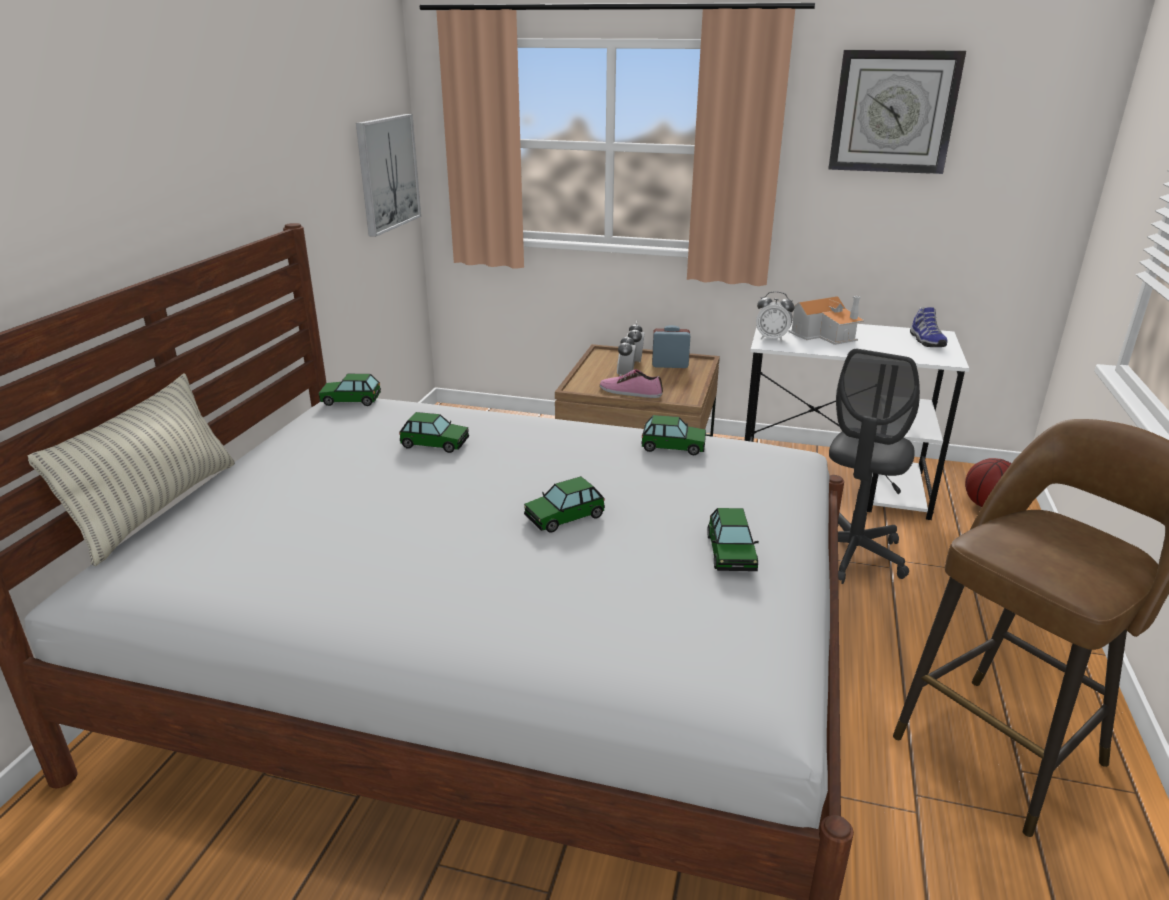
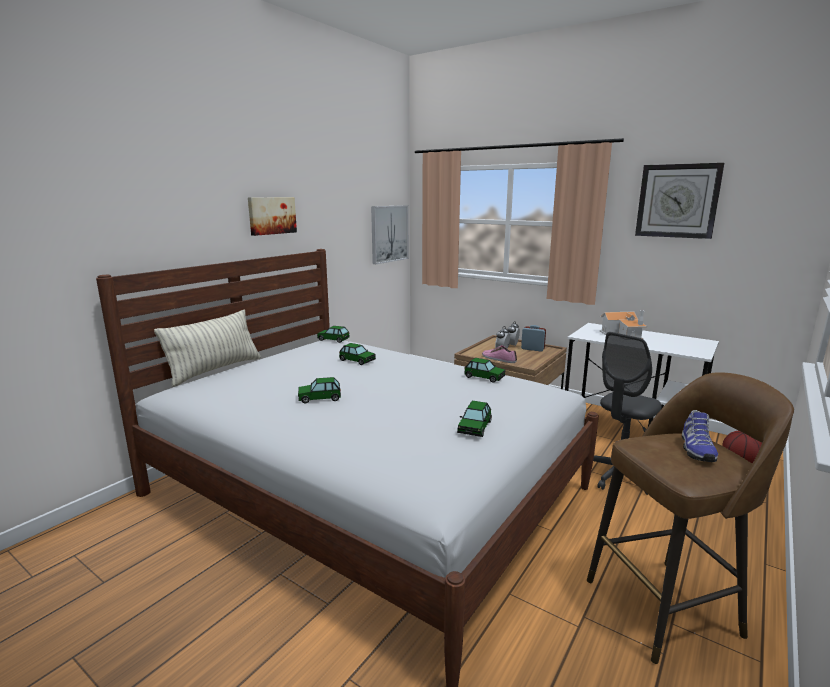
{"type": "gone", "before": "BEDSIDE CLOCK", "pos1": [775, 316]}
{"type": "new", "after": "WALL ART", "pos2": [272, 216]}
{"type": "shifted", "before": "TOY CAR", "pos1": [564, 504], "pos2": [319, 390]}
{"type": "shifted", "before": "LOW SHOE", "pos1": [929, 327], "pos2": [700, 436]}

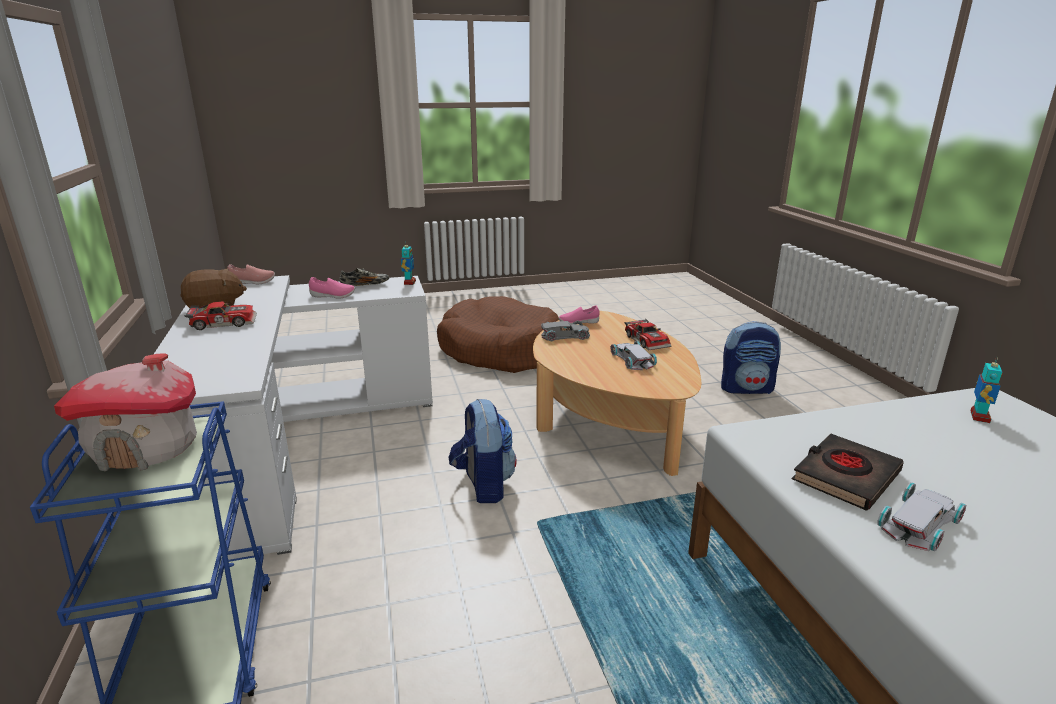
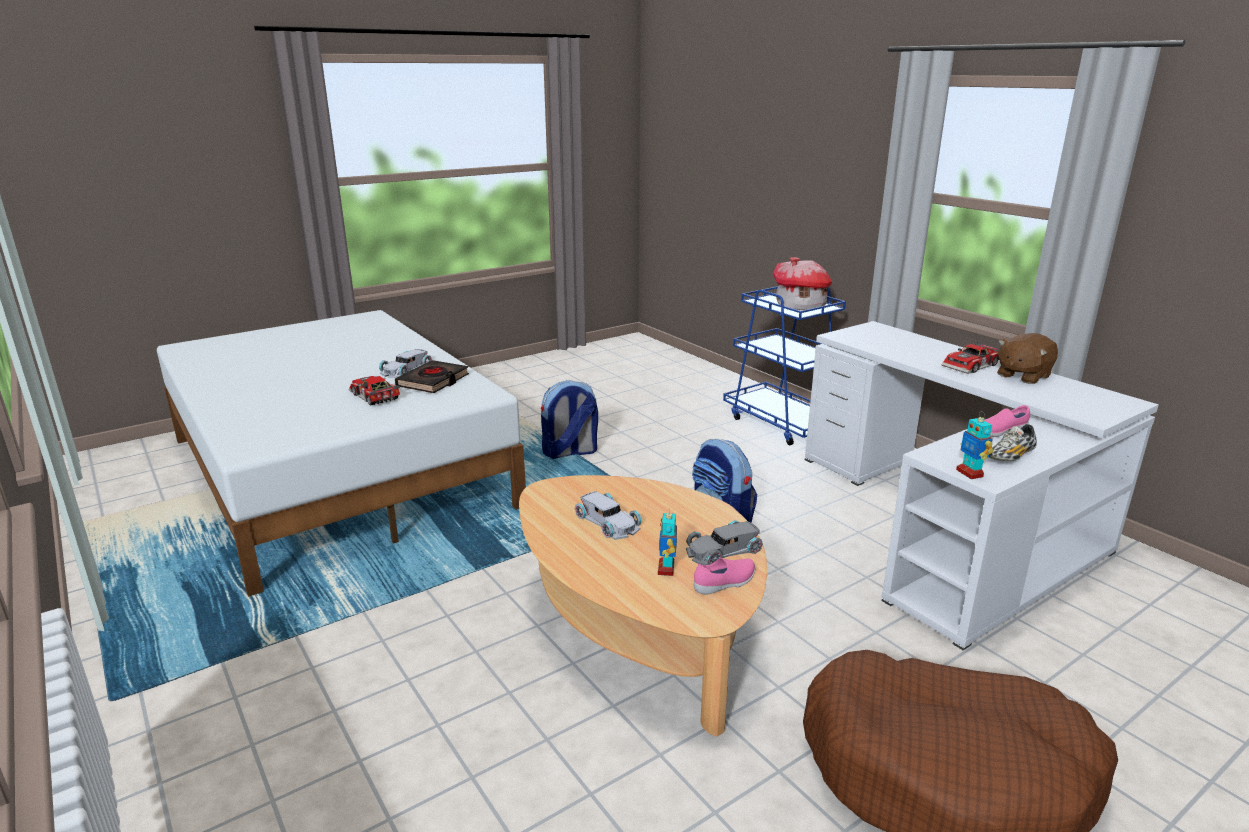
{"type": "gone", "before": "PINK LOW SHOE", "pos1": [251, 274]}
{"type": "shifted", "before": "TOY CAR", "pos1": [648, 334], "pos2": [374, 390]}
{"type": "shifted", "before": "KNAPSACK", "pos1": [751, 357], "pos2": [569, 419]}
{"type": "shifted", "before": "MODEL ROBOT", "pos1": [986, 391], "pos2": [667, 541]}

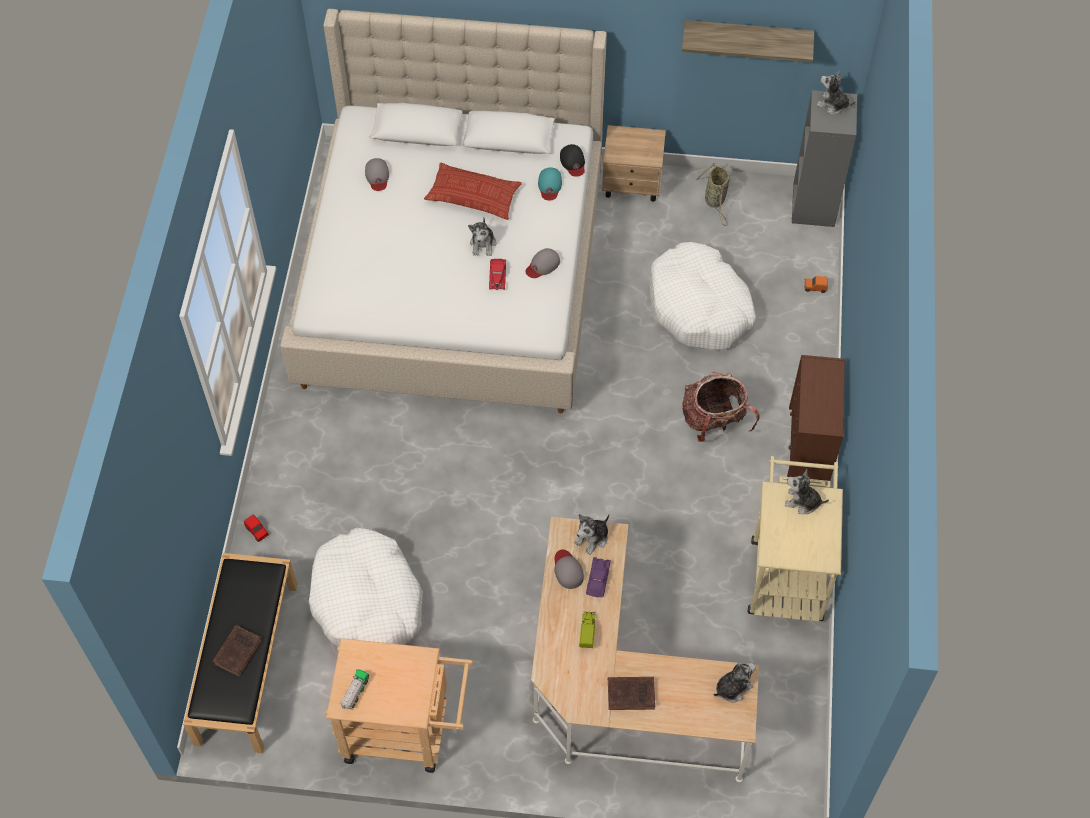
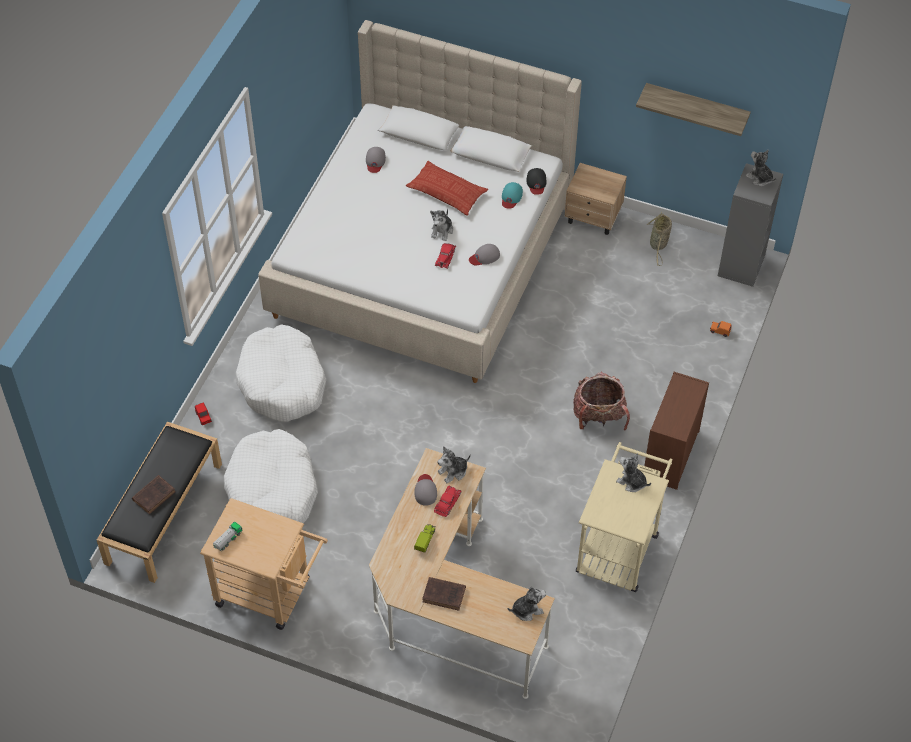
{"type": "shifted", "before": "WHITISH DOG CUSHION", "pos1": [703, 296], "pos2": [281, 373]}
{"type": "repainted", "before": "PURPLISH TOY CAR", "after": "RED TOY CAR", "pos1": [598, 577], "pos2": [447, 501]}

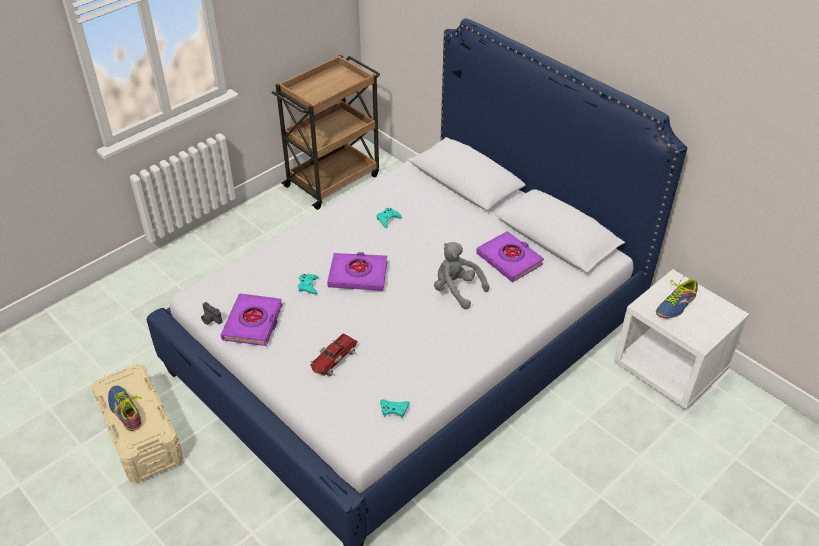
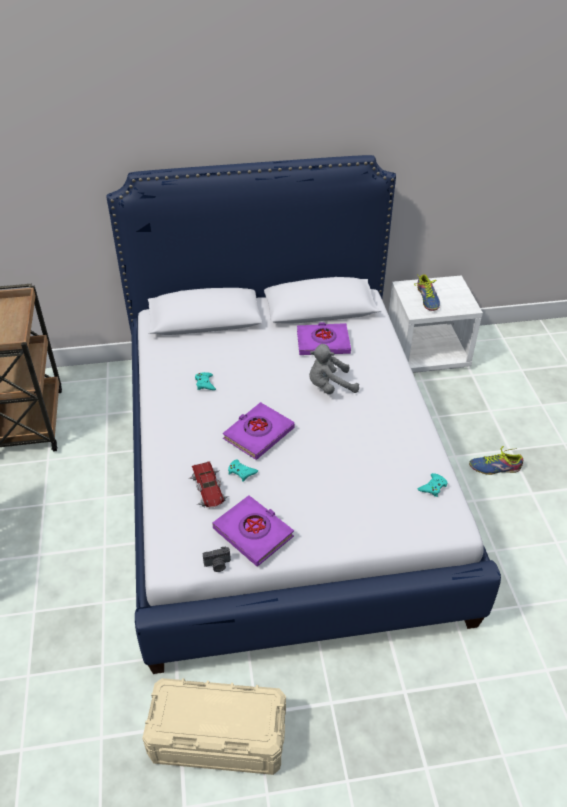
{"type": "shifted", "before": "LOW SHOE", "pos1": [125, 408], "pos2": [496, 460]}
{"type": "shifted", "before": "TOY CAR", "pos1": [334, 354], "pos2": [208, 484]}

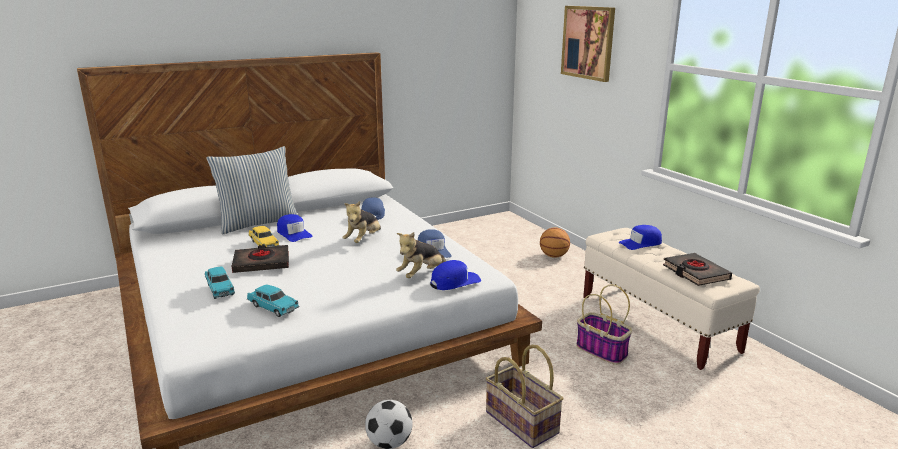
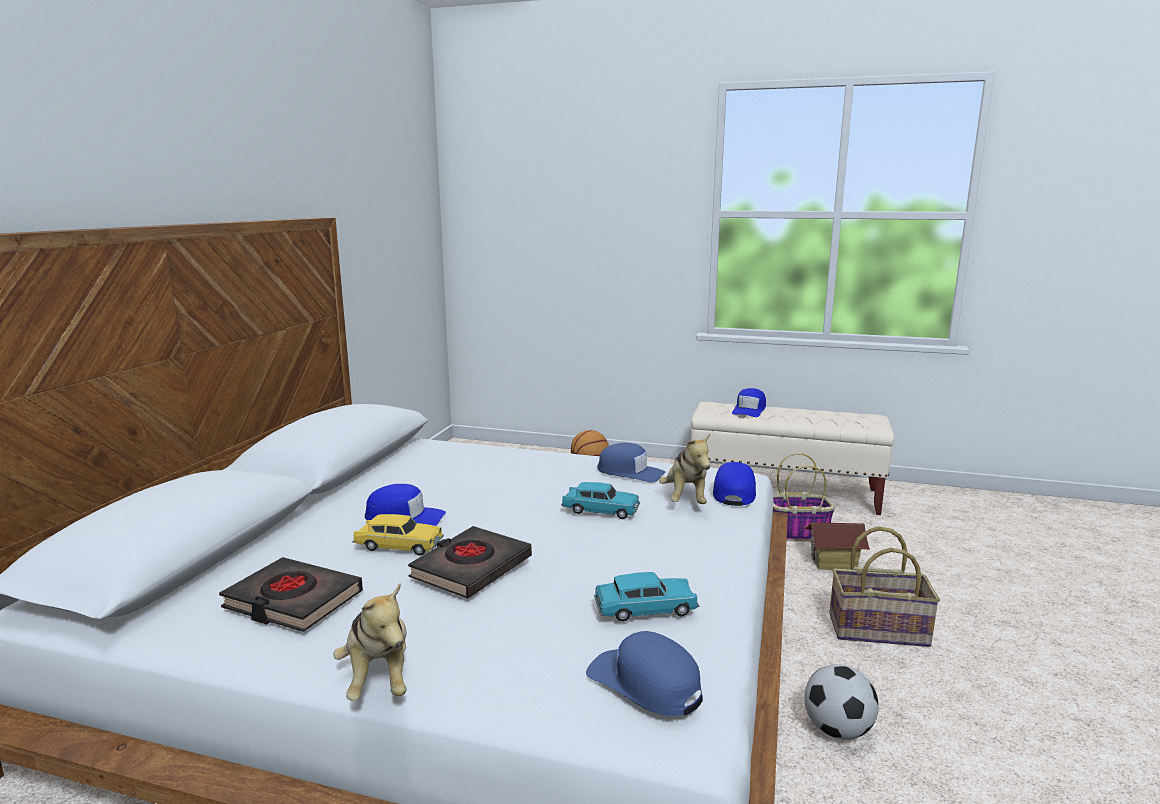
{"type": "gone", "before": "CUSHION", "pos1": [252, 190]}
{"type": "gone", "before": "WALL ART", "pos1": [588, 44]}
{"type": "new", "after": "MODEL HOUSE", "pos2": [837, 546]}
{"type": "shifted", "before": "BLUE-GREEN TOY CAR", "pos1": [220, 282], "pos2": [600, 500]}
{"type": "shifted", "before": "PLUSH TOY", "pos1": [361, 222], "pos2": [370, 642]}
{"type": "shifted", "before": "BLUISH CAP", "pos1": [373, 208], "pos2": [644, 673]}
{"type": "shifted", "before": "BLACKISH BOOK", "pos1": [697, 269], "pos2": [291, 594]}

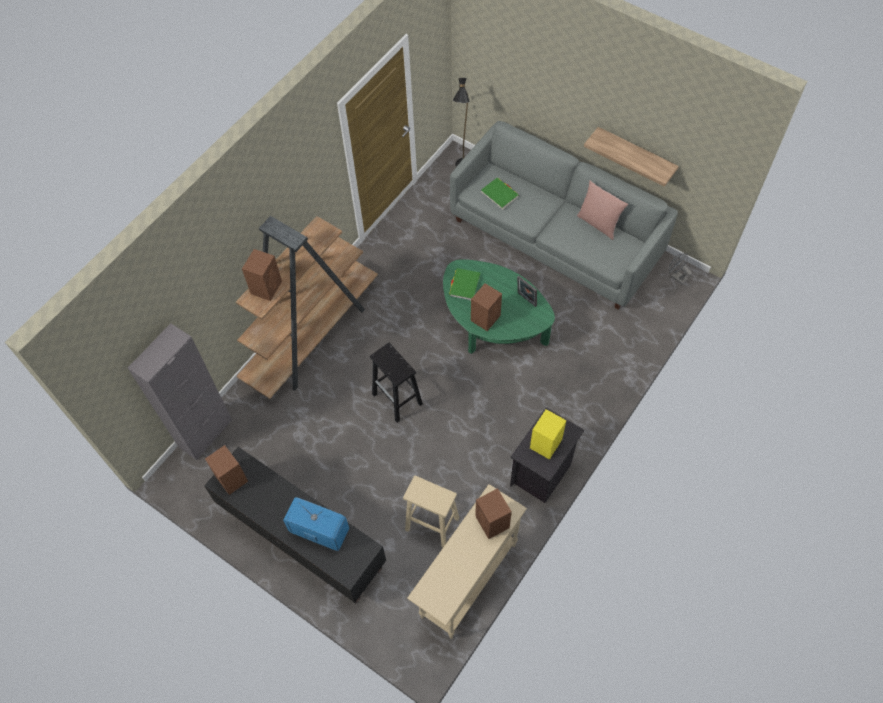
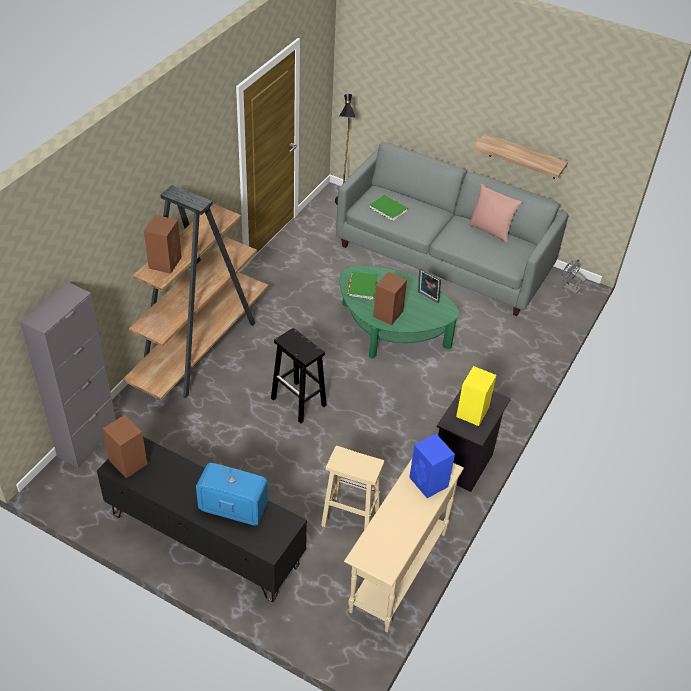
{"type": "repainted", "before": "BROWN SPEAKER", "after": "BLUISH SPEAKER", "pos1": [493, 513], "pos2": [432, 466]}

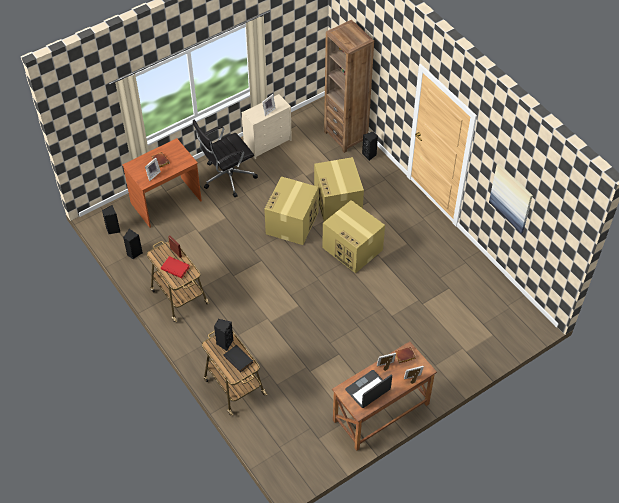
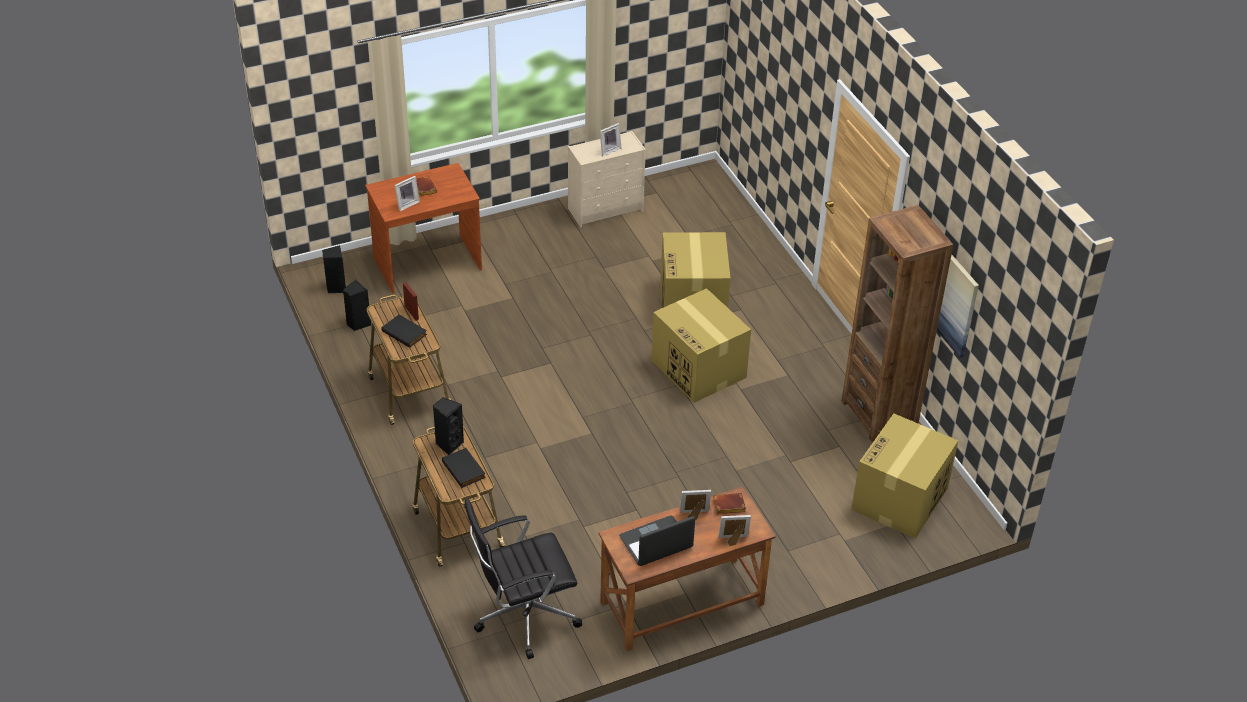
{"type": "gone", "before": "BLACKISH SPEAKER", "pos1": [370, 146]}
{"type": "shifted", "before": "BLACKISH OFFICE CHAIR", "pos1": [225, 158], "pos2": [523, 578]}
{"type": "shifted", "before": "CARDBOARD BOX", "pos1": [291, 210], "pos2": [904, 476]}
{"type": "shifted", "before": "BROWN BOOKSHELF", "pos1": [349, 86], "pos2": [897, 323]}
{"type": "repainted", "before": "RED BOOK", "after": "BLACKISH BOOK", "pos1": [175, 267], "pos2": [404, 331]}

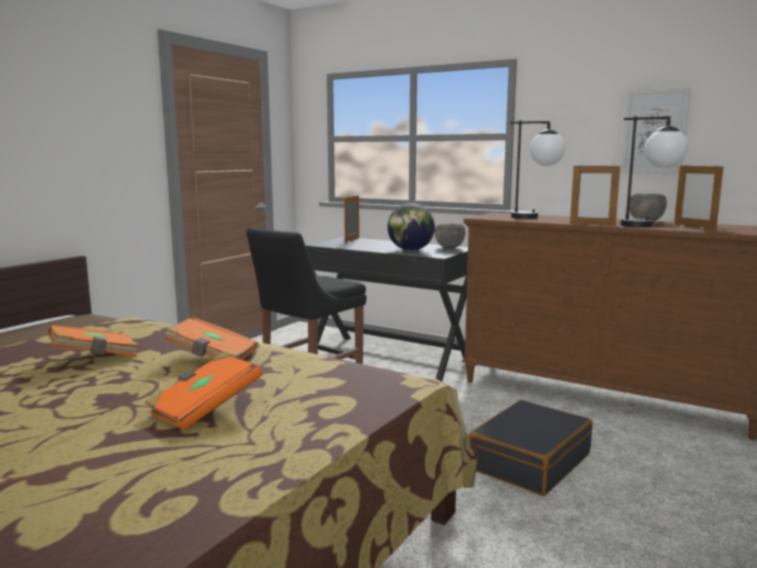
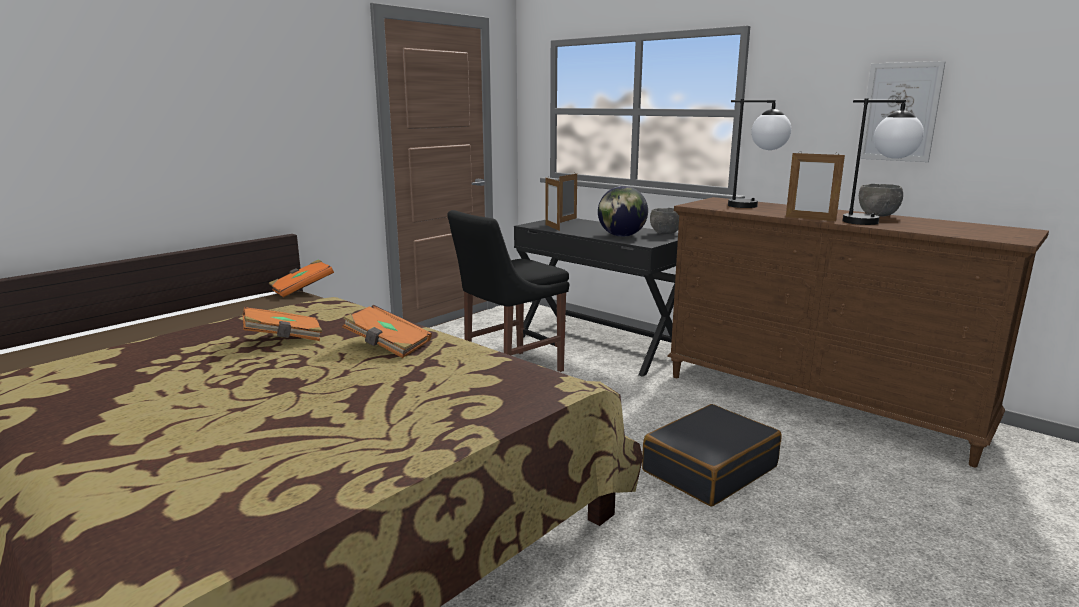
{"type": "shifted", "before": "ORANGEY BOOK", "pos1": [203, 390], "pos2": [301, 278]}
{"type": "shifted", "before": "STANDING FRAME", "pos1": [699, 196], "pos2": [553, 204]}

